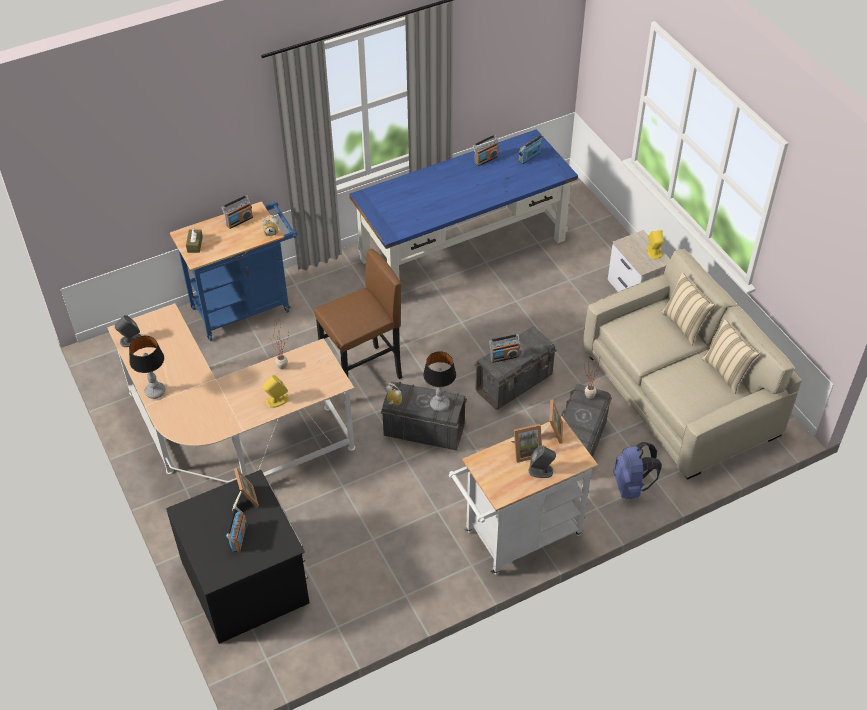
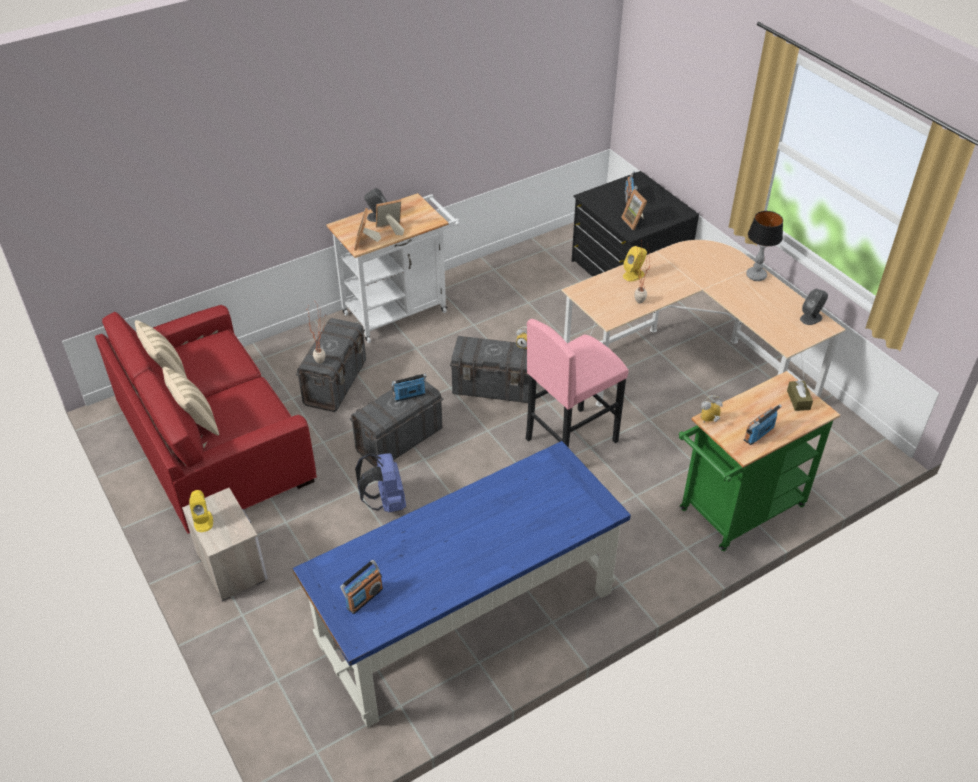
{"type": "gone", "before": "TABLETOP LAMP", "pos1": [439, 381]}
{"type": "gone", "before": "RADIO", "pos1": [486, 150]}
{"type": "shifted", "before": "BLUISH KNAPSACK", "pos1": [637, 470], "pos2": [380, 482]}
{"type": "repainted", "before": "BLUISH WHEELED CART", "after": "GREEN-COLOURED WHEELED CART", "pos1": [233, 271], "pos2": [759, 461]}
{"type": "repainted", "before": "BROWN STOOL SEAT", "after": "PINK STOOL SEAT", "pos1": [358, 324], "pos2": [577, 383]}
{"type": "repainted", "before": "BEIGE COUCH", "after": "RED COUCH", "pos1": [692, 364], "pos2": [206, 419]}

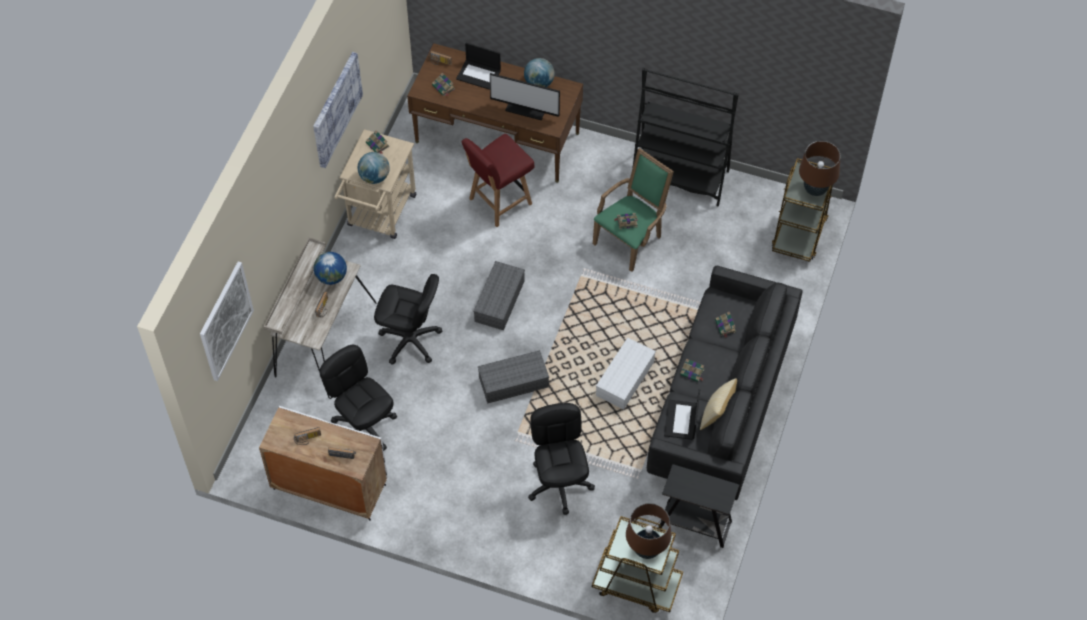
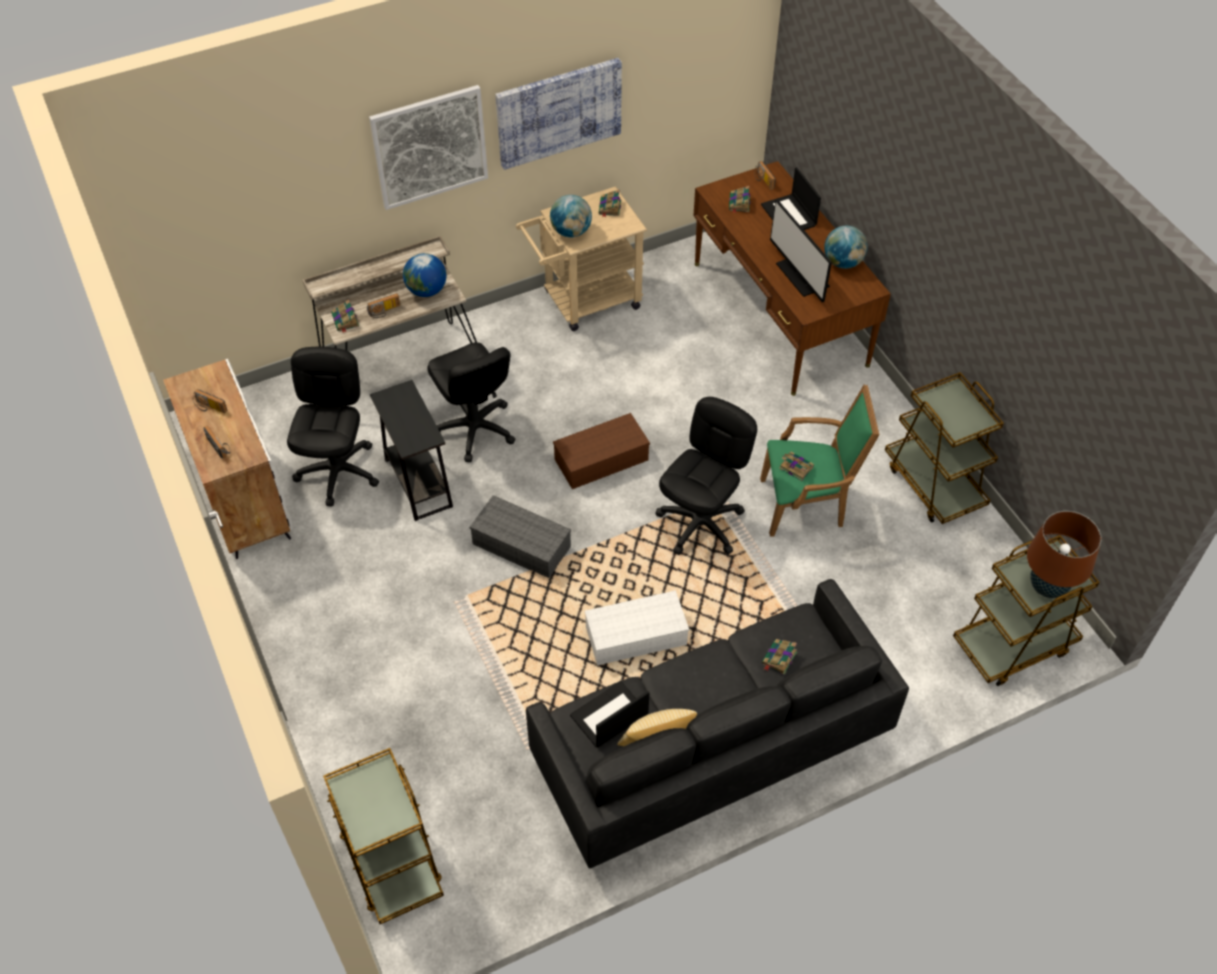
{"type": "gone", "before": "RED CHAIR", "pos1": [498, 180]}
{"type": "gone", "before": "BROWN TABLETOP LAMP", "pos1": [648, 531]}
{"type": "shifted", "before": "WALL ART", "pos1": [227, 321], "pos2": [428, 147]}
{"type": "shifted", "before": "BLACKISH OFFICE CHAIR", "pos1": [561, 459], "pos2": [706, 476]}
{"type": "shifted", "before": "BLACKISH ACCENT TABLE", "pos1": [698, 506], "pos2": [411, 450]}
{"type": "shifted", "before": "BOOK", "pos1": [692, 370], "pos2": [345, 316]}
{"type": "swapped", "before": "BLACKISH BOOKSHELF", "after": "BROWN WHEELED CART", "pos1": [685, 137], "pos2": [944, 448]}
{"type": "repainted", "before": "GREY STORAGE BIN", "after": "BROWN STORAGE BIN", "pos1": [499, 295], "pos2": [601, 451]}

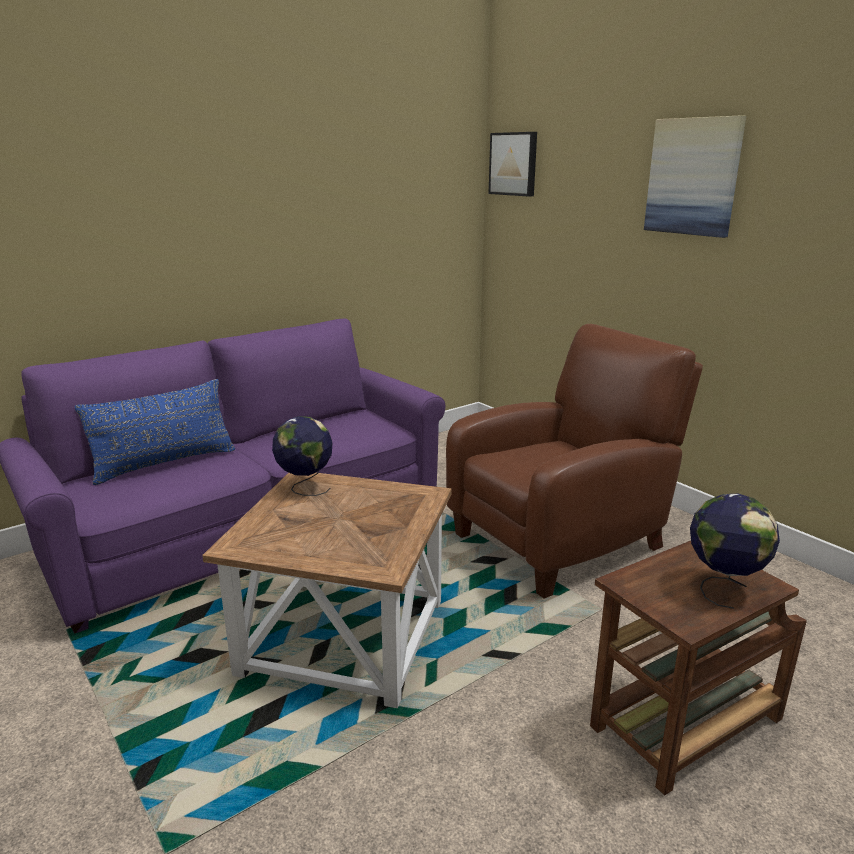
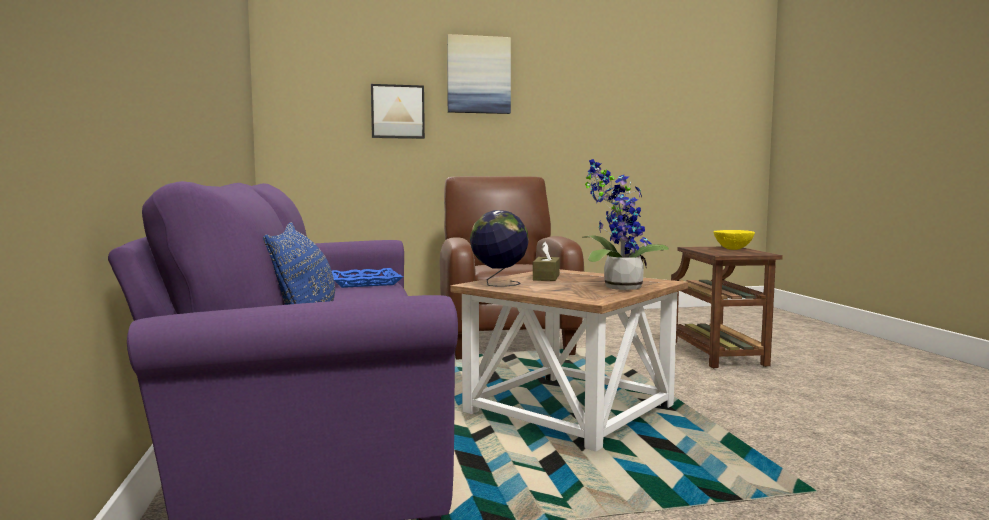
{"type": "new", "after": "BLUISH SERVING TRAY", "pos2": [367, 278]}
{"type": "new", "after": "BROWN TISSUE HOLDER", "pos2": [546, 261]}
{"type": "new", "after": "POTTED PLANT", "pos2": [626, 224]}
{"type": "shifted", "before": "WALL ART", "pos1": [513, 164], "pos2": [398, 111]}
{"type": "swapped", "before": "WORLD GLOBE", "after": "YELLOW-COLOURED BOWL", "pos1": [735, 551], "pos2": [734, 240]}

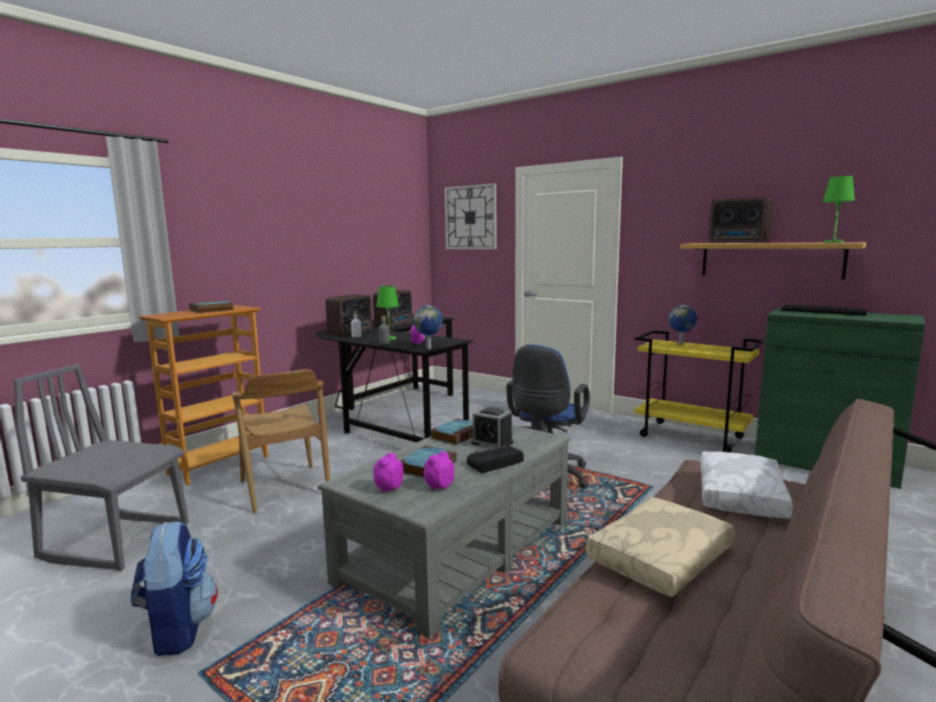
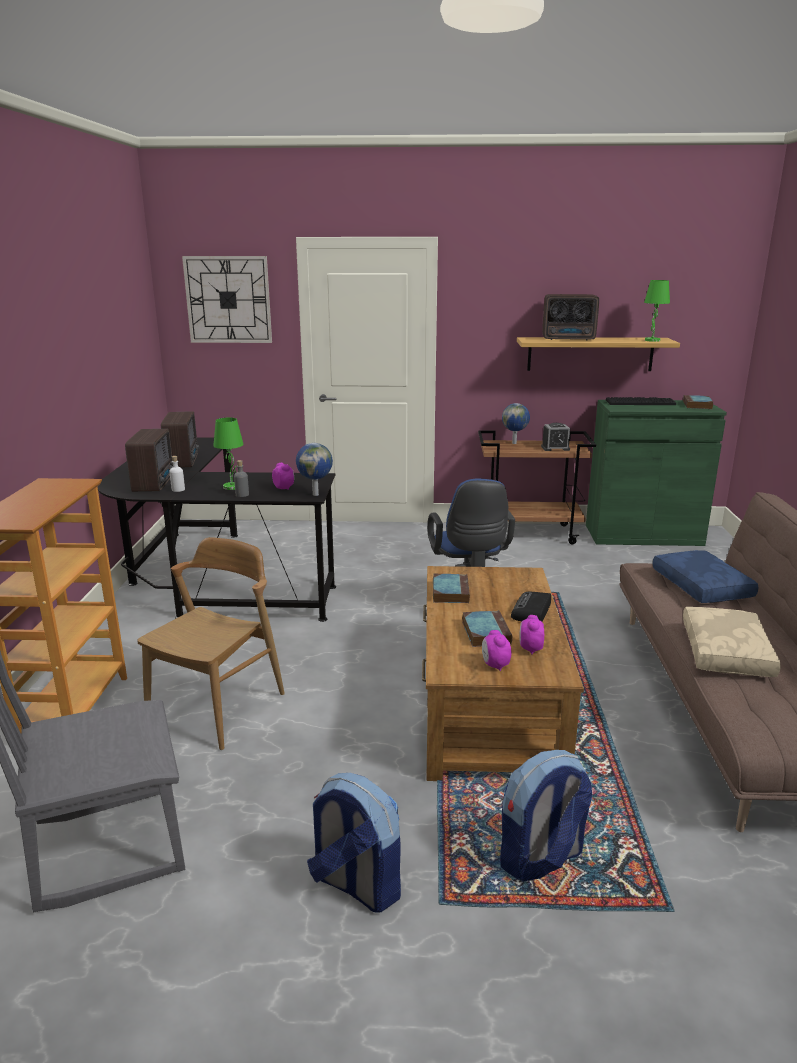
{"type": "new", "after": "KNAPSACK", "pos2": [546, 816]}
{"type": "shifted", "before": "BOOK", "pos1": [211, 306], "pos2": [698, 402]}
{"type": "shifted", "before": "BEDSIDE CLOCK", "pos1": [492, 427], "pos2": [555, 437]}
{"type": "repainted", "before": "GREY LOUNGE TABLE", "after": "BROWN LOUNGE TABLE", "pos1": [444, 528], "pos2": [503, 673]}
{"type": "repainted", "before": "YELLOW-COLOURED WHEELED CART", "after": "BROWN WHEELED CART", "pos1": [699, 391], "pos2": [537, 487]}
{"type": "repainted", "before": "WHITISH CUSHION", "after": "BLUISH CUSHION", "pos1": [747, 485], "pos2": [706, 576]}
{"type": "rotated", "before": "BROWN CHAIR", "pos1": [281, 441], "pos2": [211, 643], "turn": -90}

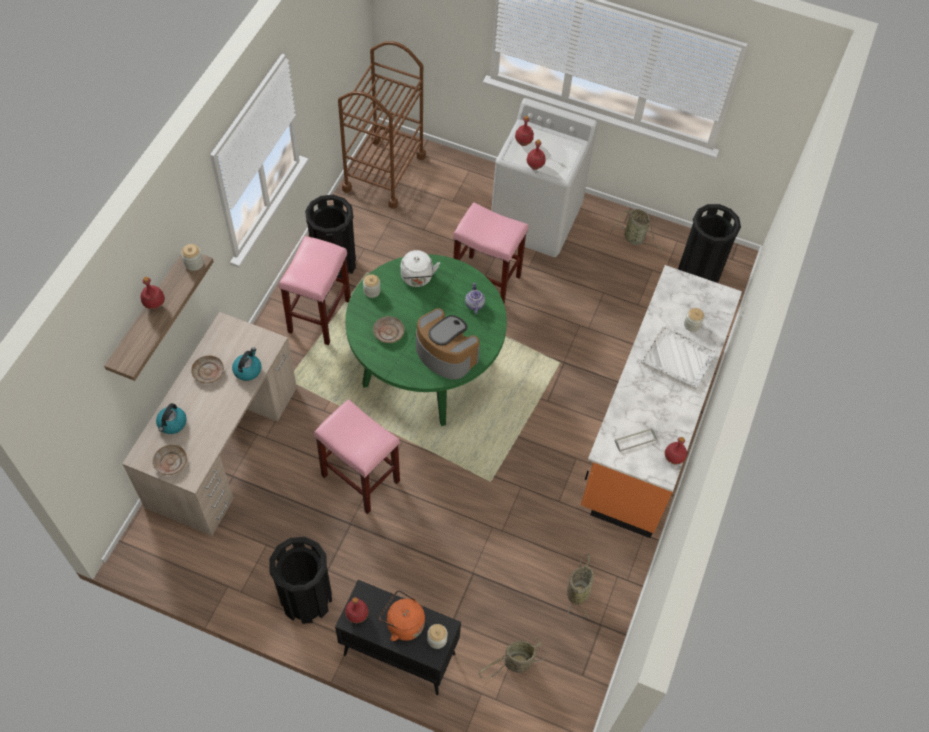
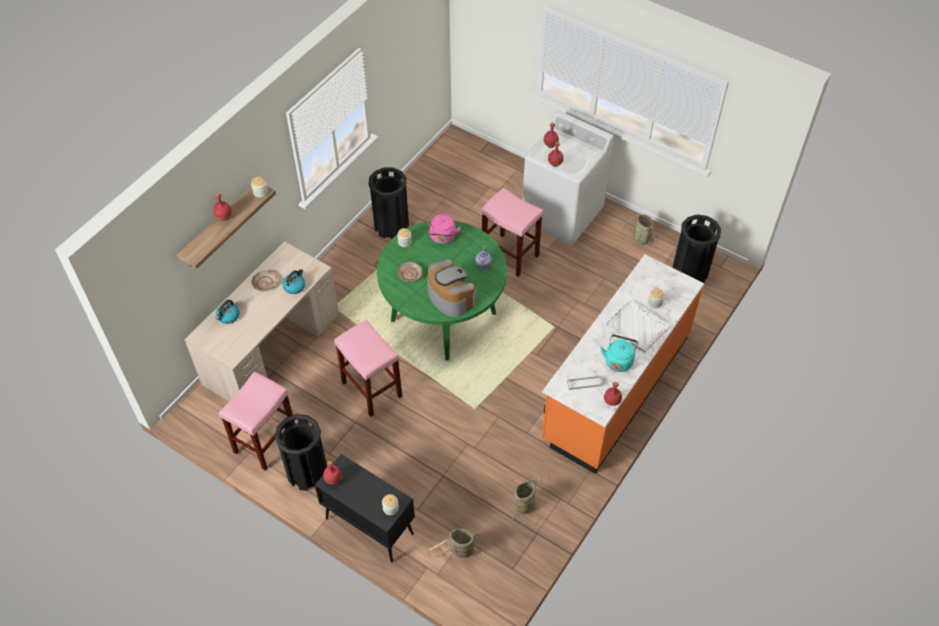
{"type": "gone", "before": "BEIGE FLAT DISH", "pos1": [170, 460]}
{"type": "gone", "before": "BROWN WHEELED CART", "pos1": [382, 125]}
{"type": "gone", "before": "ORANGEY TEA KETTLE", "pos1": [402, 615]}
{"type": "new", "after": "BLUE-GREEN TEA KETTLE", "pos2": [619, 353]}
{"type": "shifted", "before": "PINK STOOL SEAT", "pos1": [315, 290], "pos2": [257, 421]}
{"type": "repainted", "before": "WHITISH TEA KETTLE", "after": "PINK TEA KETTLE", "pos1": [420, 268], "pos2": [444, 229]}

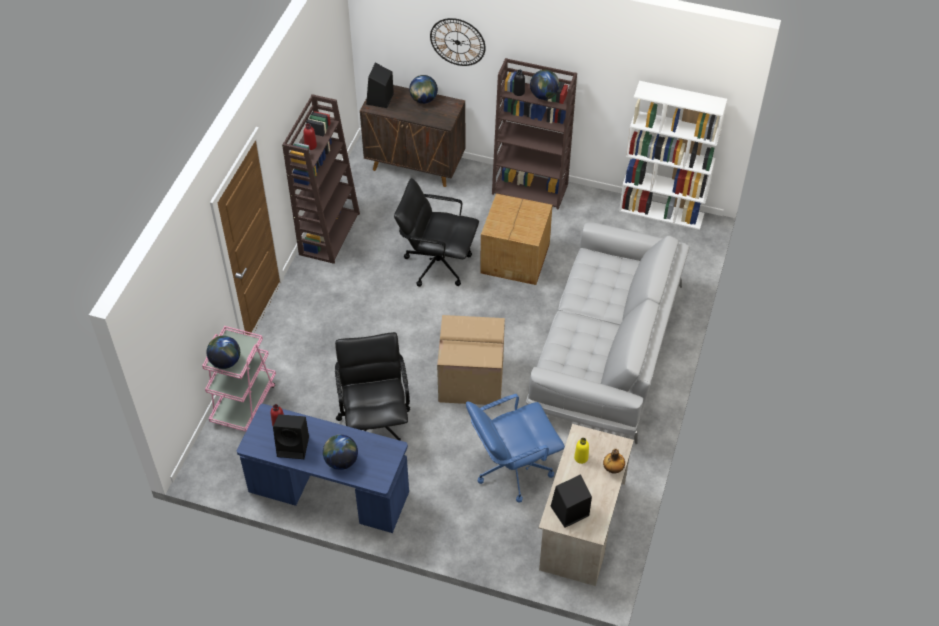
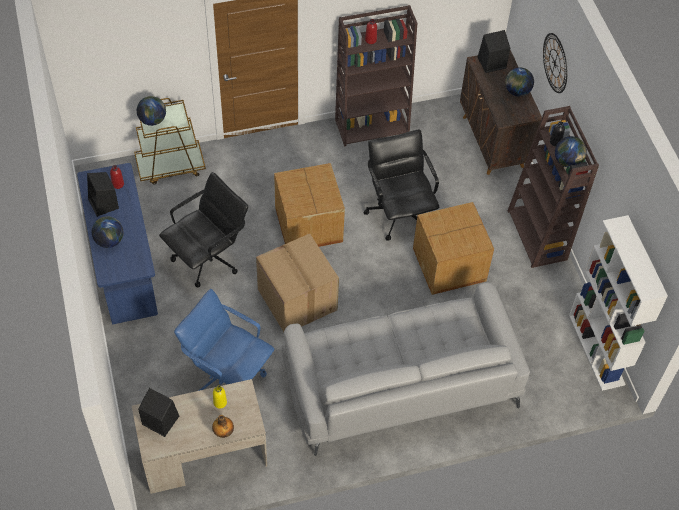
{"type": "new", "after": "CARDBOARD BOX", "pos2": [309, 205]}
{"type": "repainted", "before": "PINK WHEELED CART", "after": "BROWN WHEELED CART", "pos1": [239, 379], "pos2": [170, 141]}

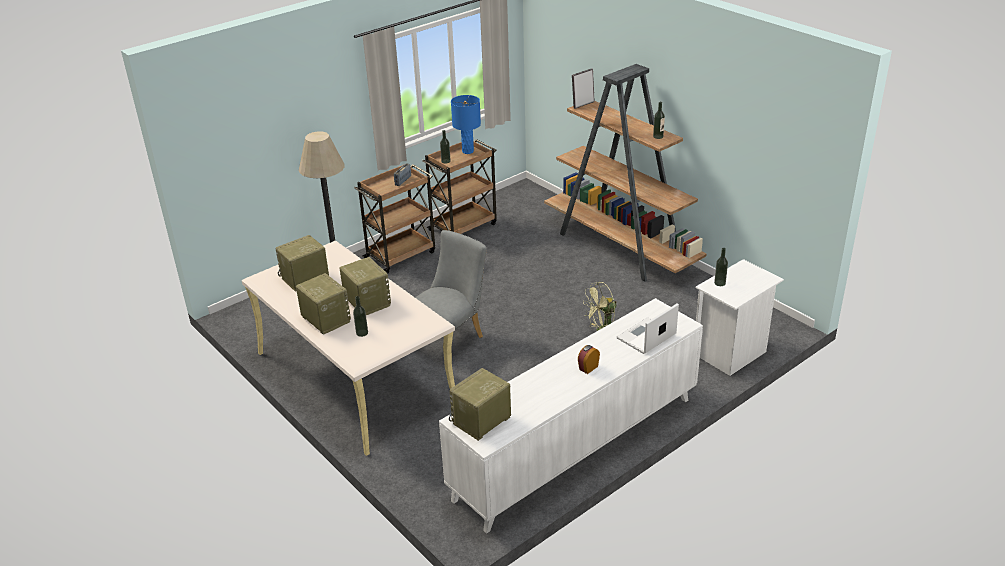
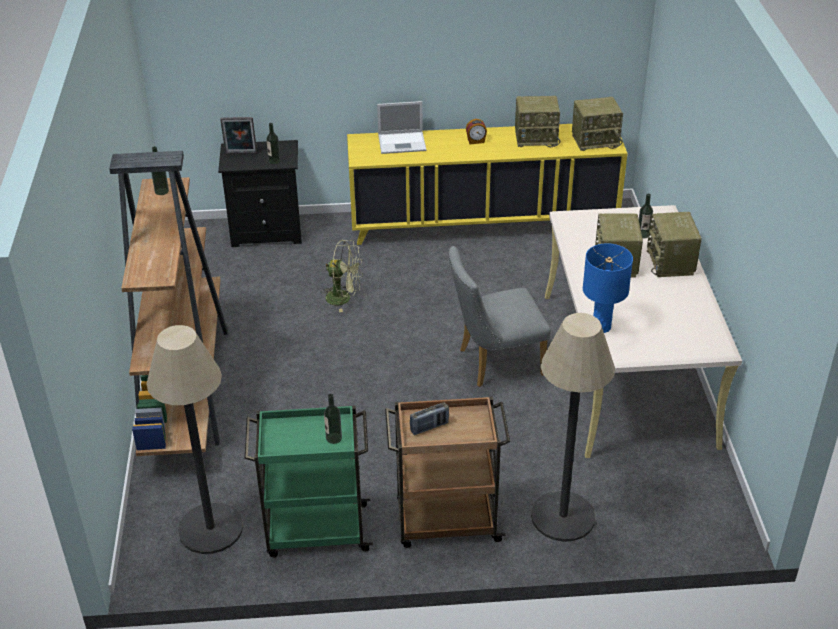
{"type": "new", "after": "STANDING LAMP", "pos2": [194, 439]}
{"type": "shifted", "before": "RADIO", "pos1": [302, 263], "pos2": [537, 121]}
{"type": "shifted", "before": "BLUISH TABLETOP LAMP", "pos1": [466, 124], "pos2": [608, 288]}
{"type": "shifted", "before": "STANDING FRAME", "pos1": [583, 88], "pos2": [238, 135]}
{"type": "repainted", "before": "BROWN WHEELED CART", "after": "GREEN-COLOURED WHEELED CART", "pos1": [459, 186], "pos2": [309, 481]}
{"type": "repainted", "before": "WHITISH CUPBOARD", "after": "YELLOW-COLOURED CUPBOARD", "pos1": [571, 416], "pos2": [487, 184]}
{"type": "repainted", "before": "WHITISH NIGHTSTAND", "after": "BLACKISH NIGHTSTAND", "pos1": [739, 317], "pos2": [260, 193]}

